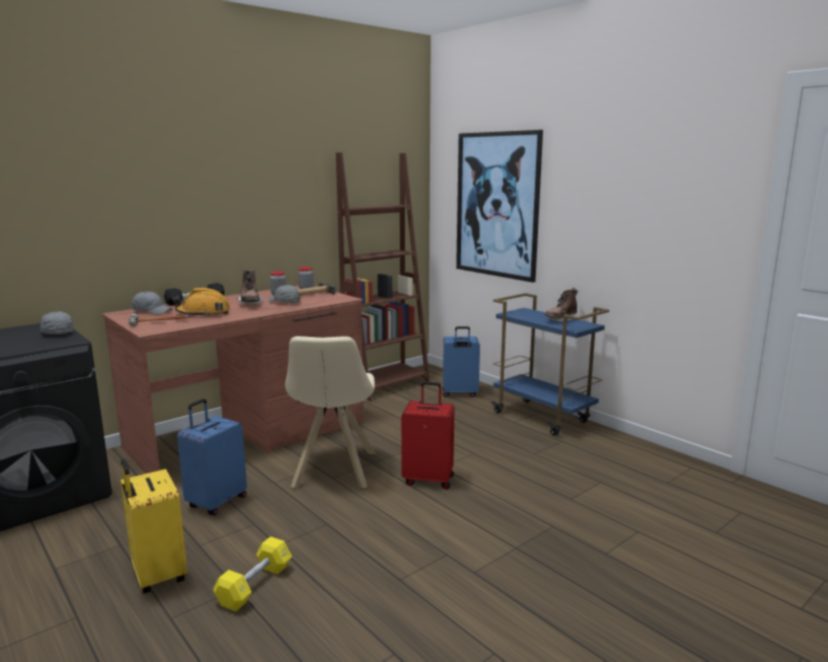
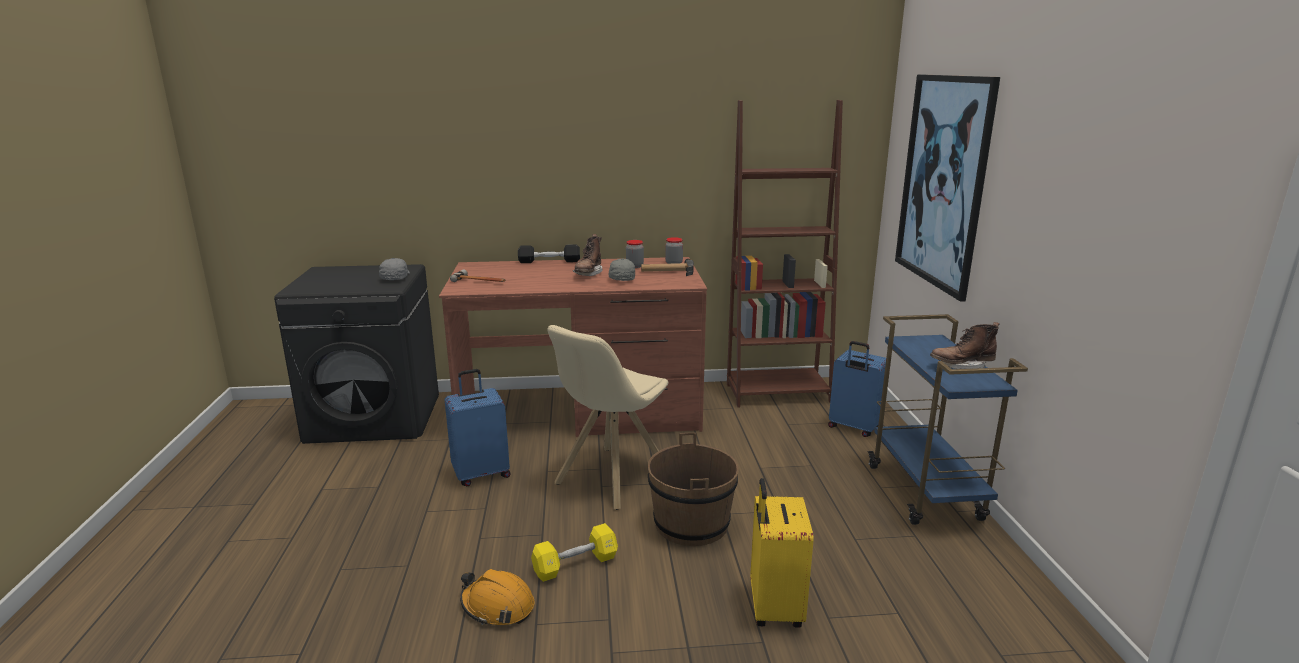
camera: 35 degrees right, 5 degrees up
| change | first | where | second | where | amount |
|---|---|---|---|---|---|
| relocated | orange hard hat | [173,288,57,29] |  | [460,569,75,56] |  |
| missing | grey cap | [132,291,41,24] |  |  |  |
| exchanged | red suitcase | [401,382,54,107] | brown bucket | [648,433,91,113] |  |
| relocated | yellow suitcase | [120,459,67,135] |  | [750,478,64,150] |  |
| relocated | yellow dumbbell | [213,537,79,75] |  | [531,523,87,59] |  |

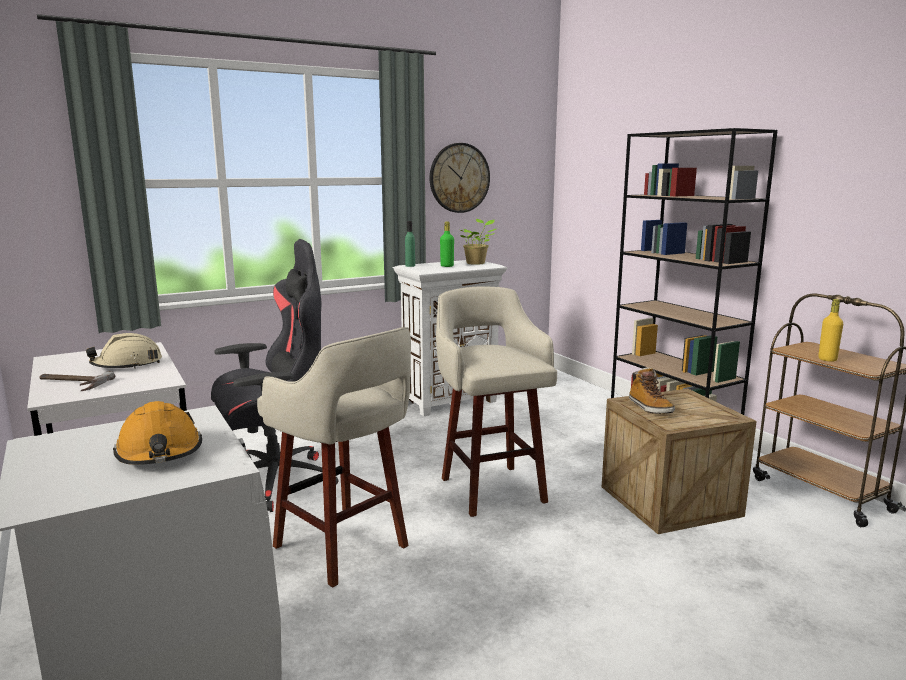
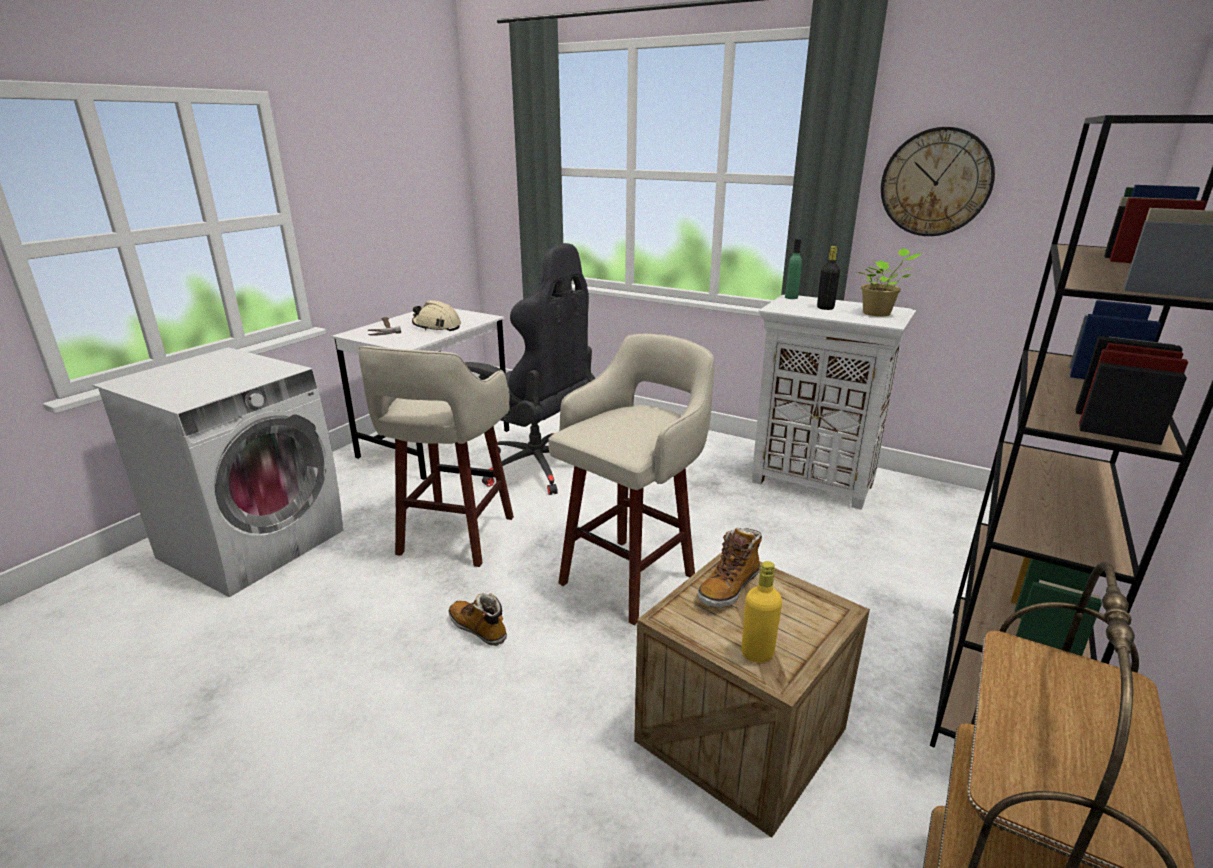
camera: 60 degrees right, 10 degrees up
| change | first | where | second | where | amount |
|---|---|---|---|---|---|
| colour | green bottle | [440,222,14,45] | black bottle | [817,246,23,64] |  |
| relocated | yellow bottle | [818,299,25,63] |  | [741,561,41,102] |  |
| missing | orange hard hat | [113,401,89,64] |  |  |  |
| appeared |  |  | boot | [449,593,58,53] |  |

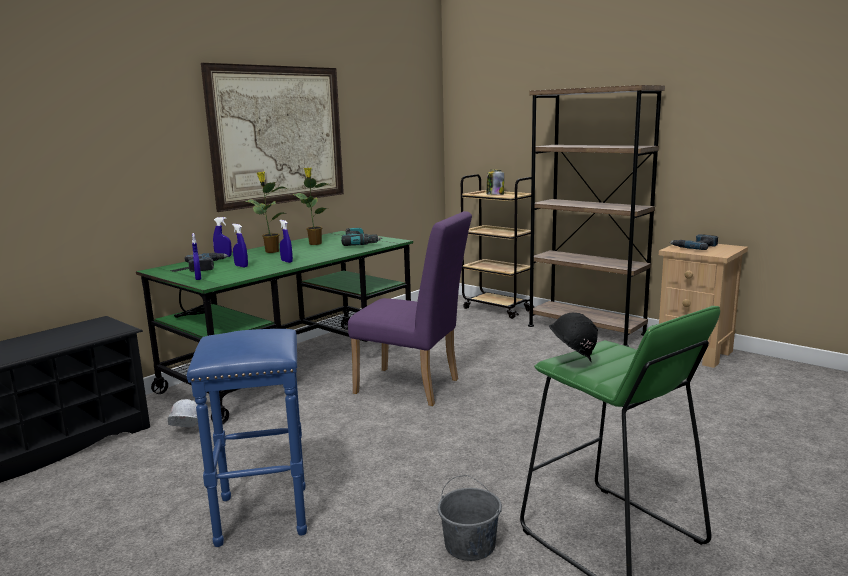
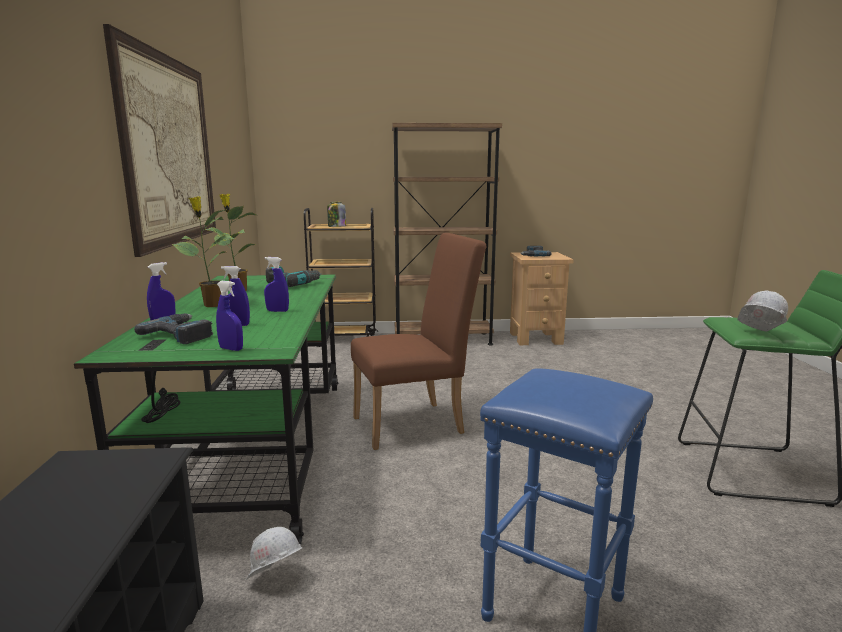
camera: 45 degrees left, 0 degrees up
| change | first | where | second | where | amount |
|---|---|---|---|---|---|
| colour | purple chair | [348,211,124,195] | brown chair | [351,233,136,217] |  |
| colour | black hard hat | [549,313,49,51] | white hard hat | [737,291,51,41] |  |
| missing | grey bucket | [438,475,64,86] |  |  |  |

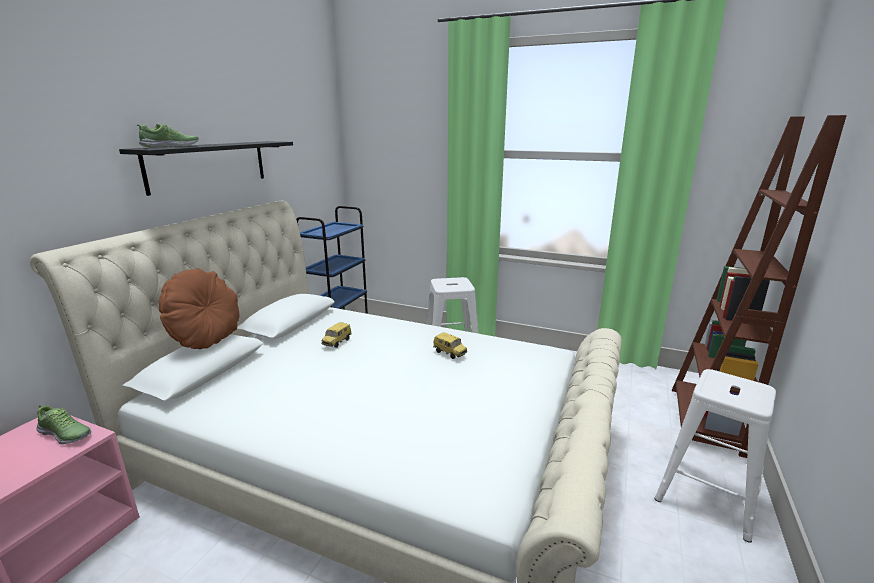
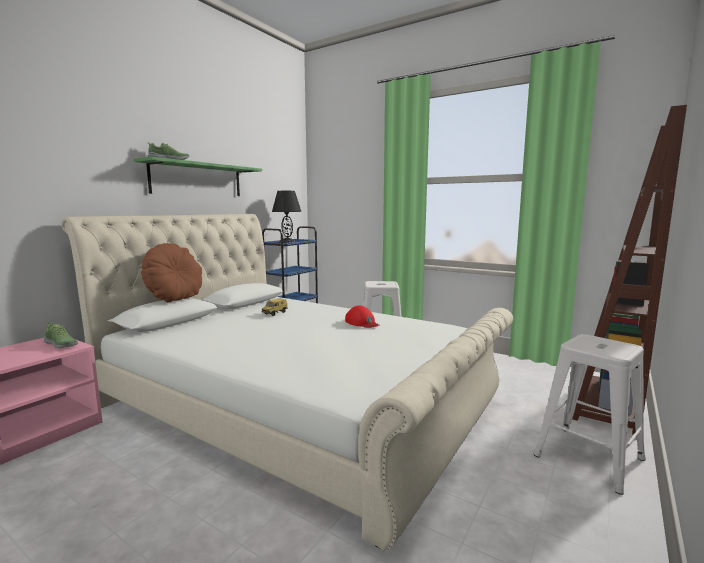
camera: 10 degrees right, 10 degrees down
| change | first | where | second | where | amount |
|---|---|---|---|---|---|
| colour | black shelf | [119,141,174,55] | green shelf | [134,157,128,39] |  |
| exchanged | toy car | [433,332,34,27] | red cap | [345,305,34,23] |  |
| appeared |  |  | black table lamp | [272,191,30,52] |  |

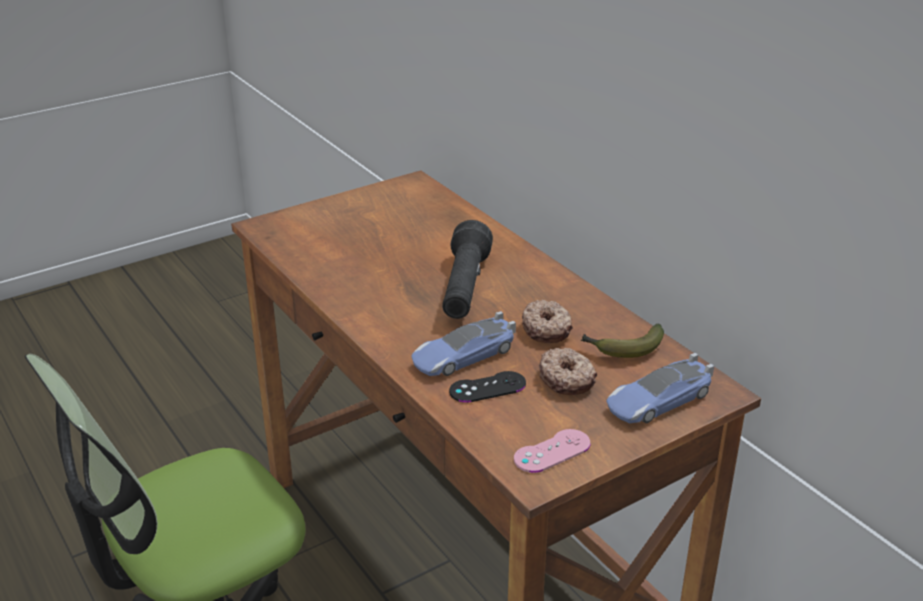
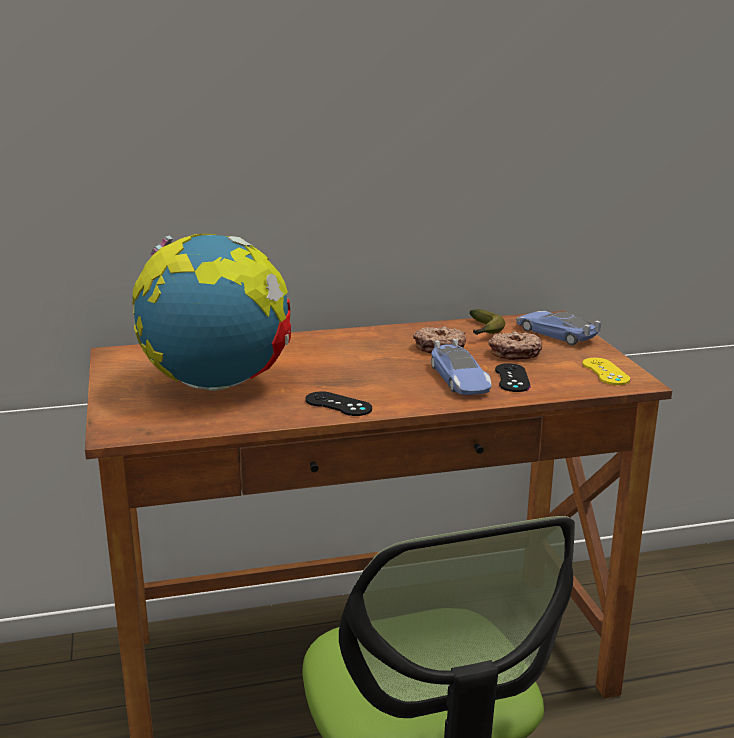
camera: 70 degrees left, 10 degrees down
| change | first | where | second | where | amount |
|---|---|---|---|---|---|
| missing | black flashlight | [442,220,51,99] |  |  |  |
| spun | toy car | [606,353,108,70] |  | [516,311,85,34] | 150 degrees clockwise |
| colour | pink game controller | [514,429,77,44] | yellow game controller | [583,358,47,27] |  |
| appeared |  |  | globe | [132,234,159,157] |  |
| appeared |  |  | black game controller | [305,391,67,25] |  |

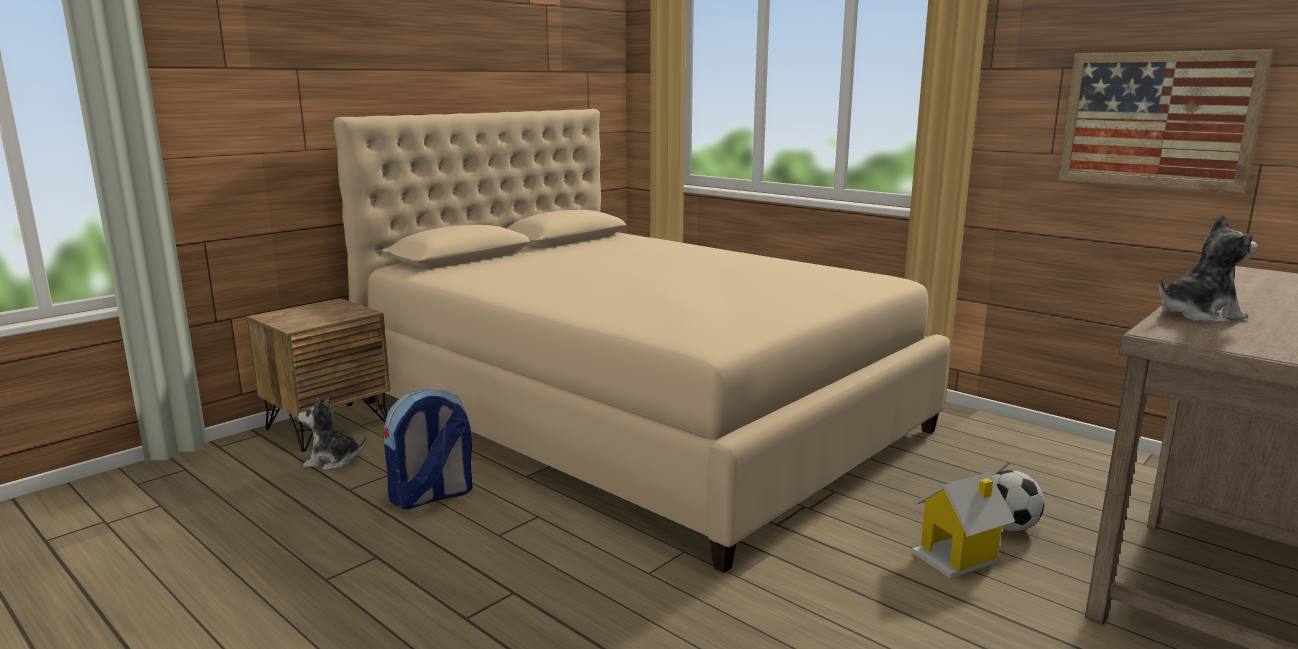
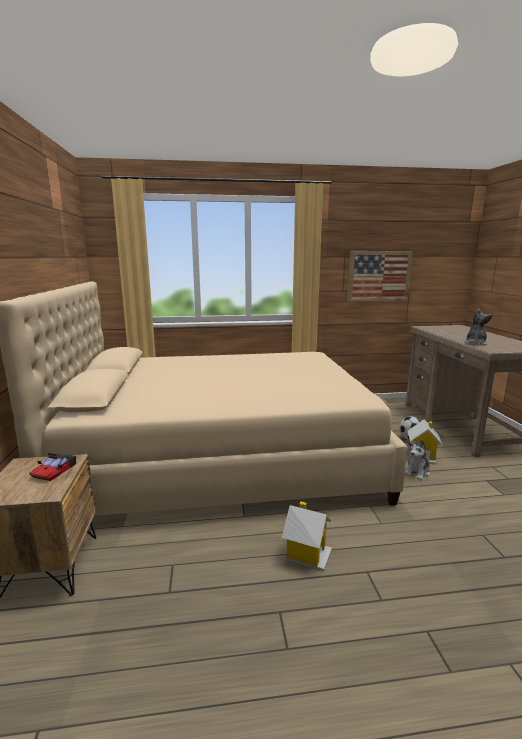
camera: 50 degrees left, 0 degrees up
| change | first | where | second | where | amount |
|---|---|---|---|---|---|
| missing | backpack | [383,389,89,120] |  |  |  |
| relocated | plush toy | [298,398,69,72] |  | [405,440,26,40] |  |
| appeared |  |  | toy car | [29,453,47,28] |  |
| appeared |  |  | toy house | [282,502,50,70] |  |

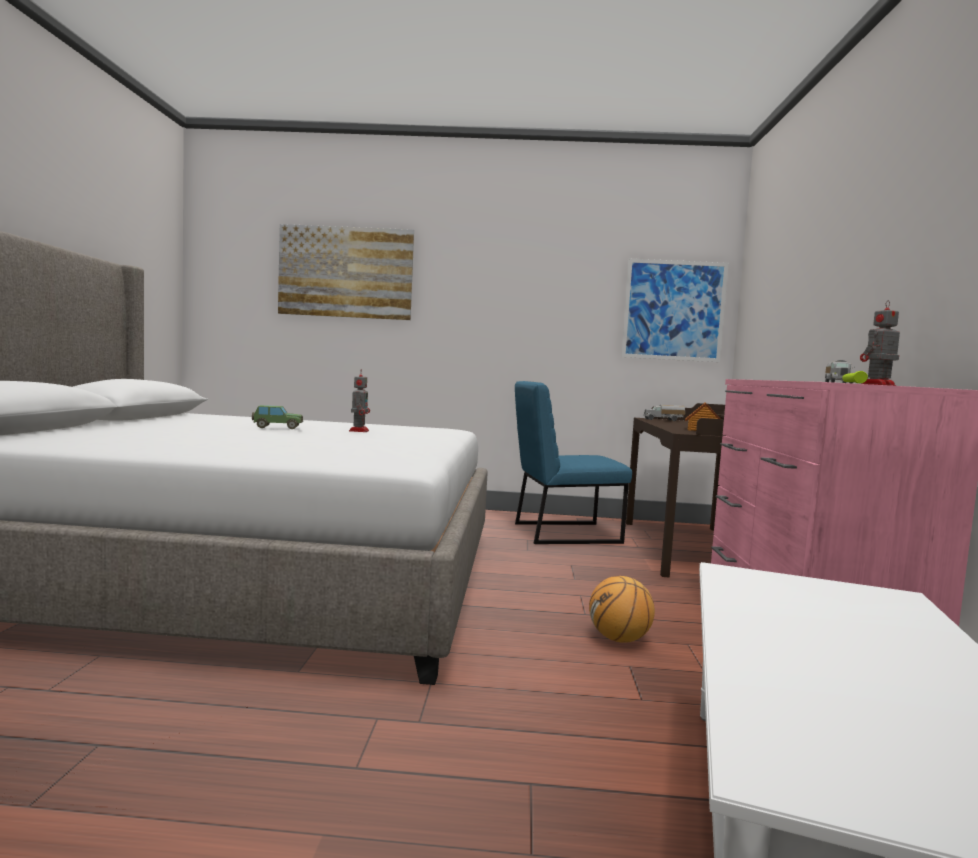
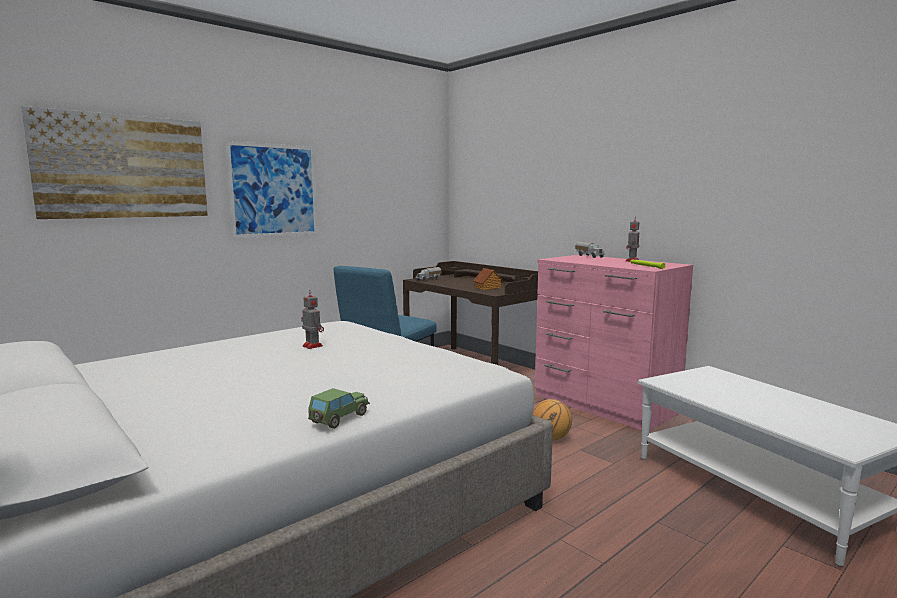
camera: 45 degrees left, 5 degrees up
| change | first | where | second | where | amount |
|---|---|---|---|---|---|
| relocated | picture | [621,259,108,103] |  | [225,141,93,97] |  |
| relocated | toy car | [252,405,51,24] |  | [308,388,62,41] |  |

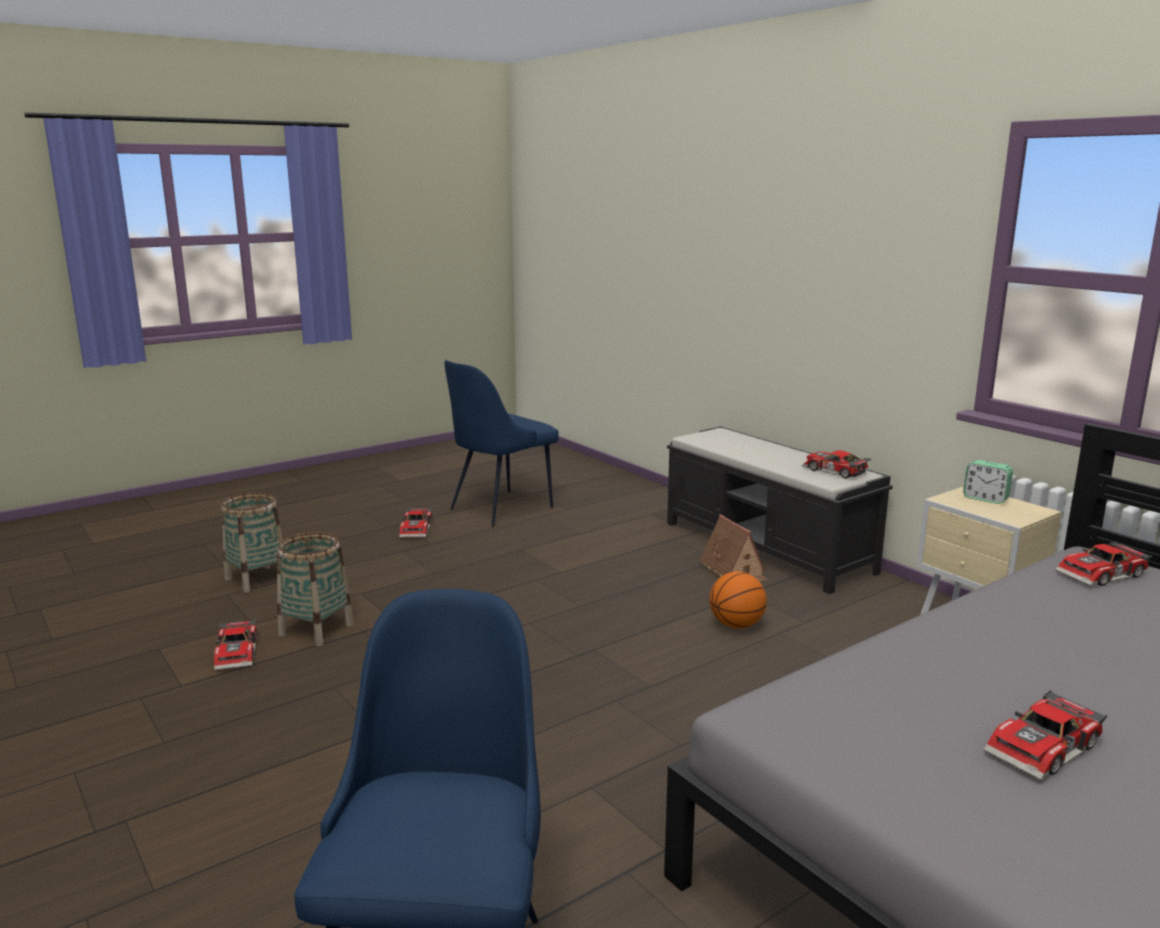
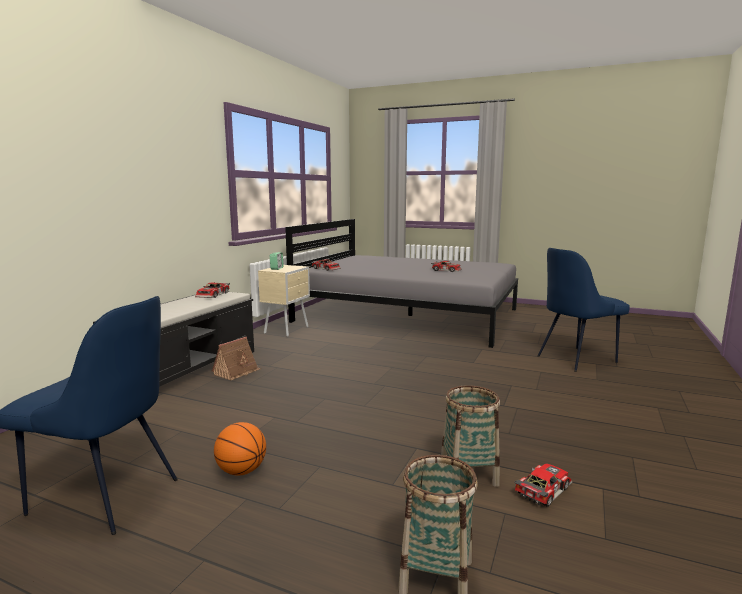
camera: 120 degrees left, 5 degrees down
| change | first | where | second | where | amount |
|---|---|---|---|---|---|
| missing | toy car | [399,508,33,30] |  |  |  |
| relocated | basketball | [709,572,58,57] |  | [214,422,52,53] |  |

